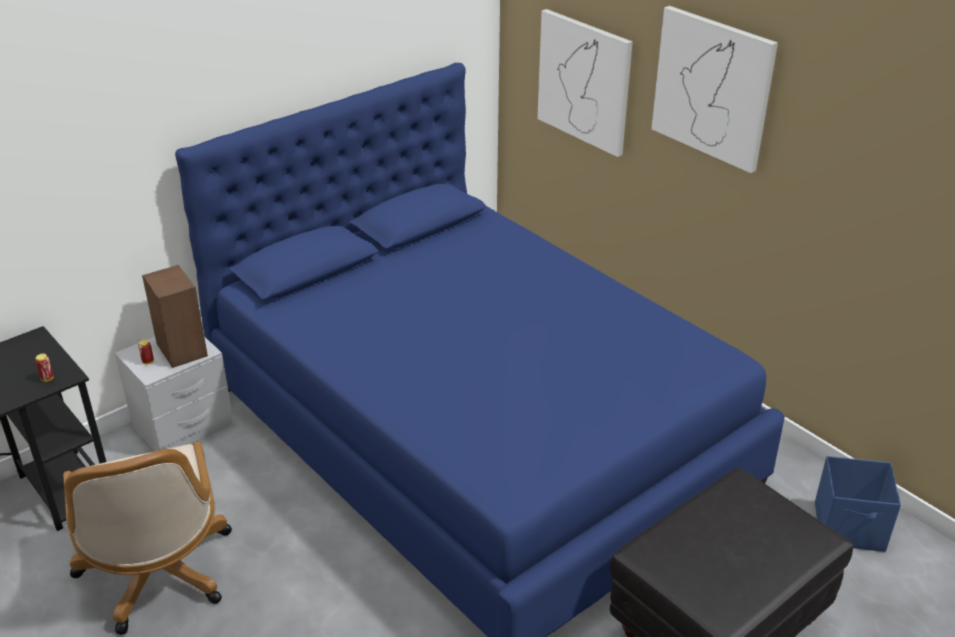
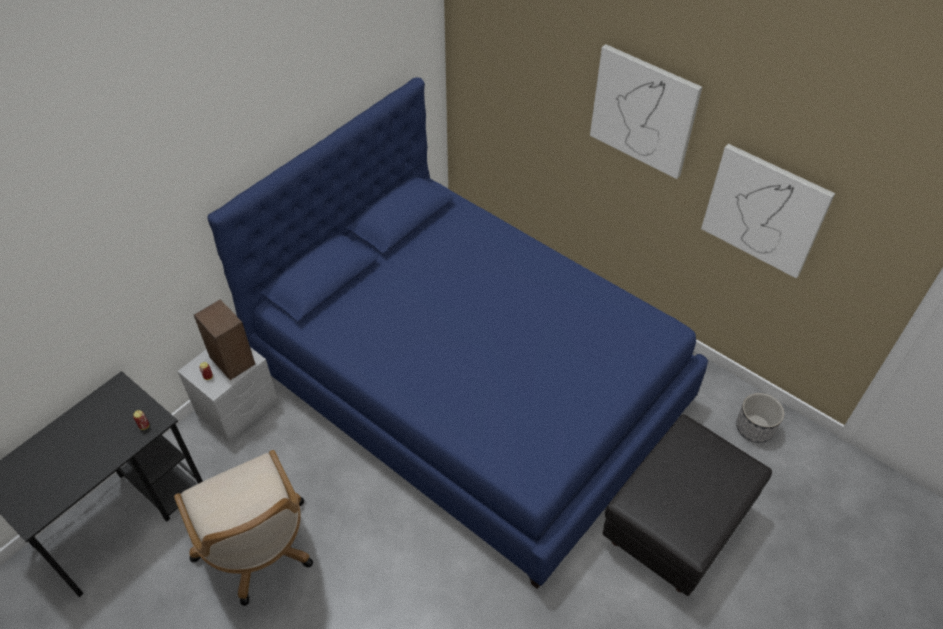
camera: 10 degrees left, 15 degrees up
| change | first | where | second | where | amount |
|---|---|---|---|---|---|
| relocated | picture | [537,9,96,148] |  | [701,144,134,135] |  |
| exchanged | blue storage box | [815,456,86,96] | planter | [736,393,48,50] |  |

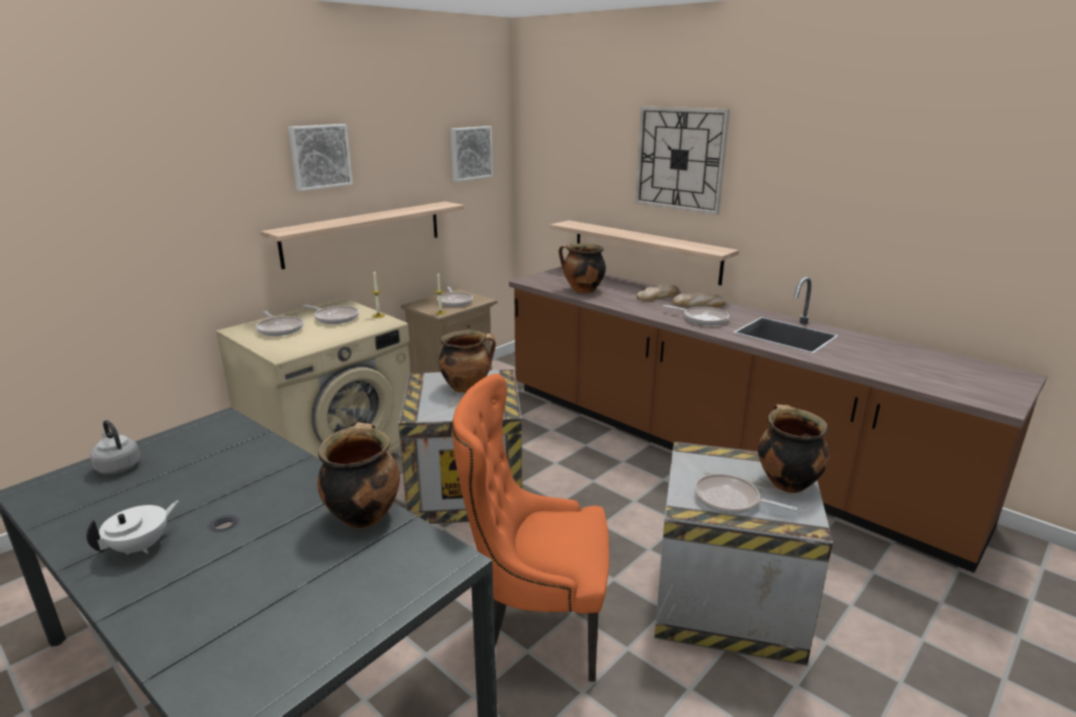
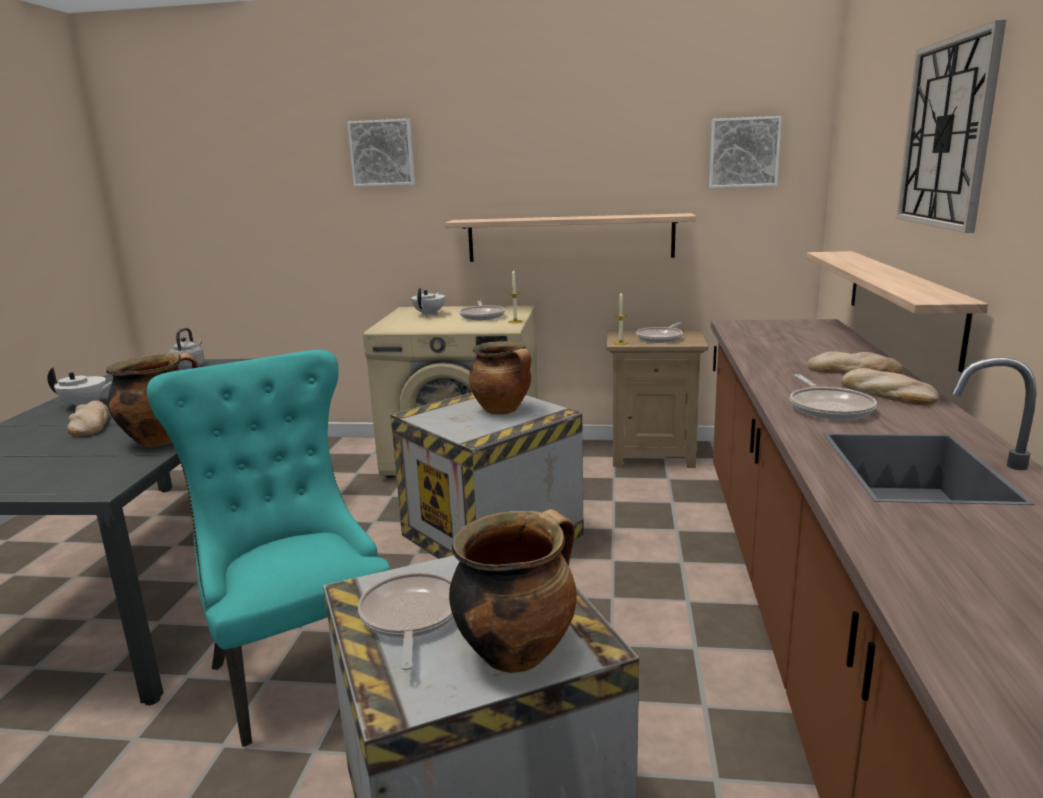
camera: 55 degrees right, 5 degrees down
| change | first | where | second | where | amount |
|---|---|---|---|---|---|
| relocated | picture | [288,124,65,67] |  | [347,119,68,68] |  |
| missing | cooking pot | [559,243,47,50] |  |  |  |
| exchanged | frying pan | [256,311,48,25] | white teapot | [411,288,34,28] |  |
| colour | orange chair | [452,374,157,308] | turquoise chair | [147,350,244,397] |  |
| appeared |  |  | bread | [67,400,43,37] |  |

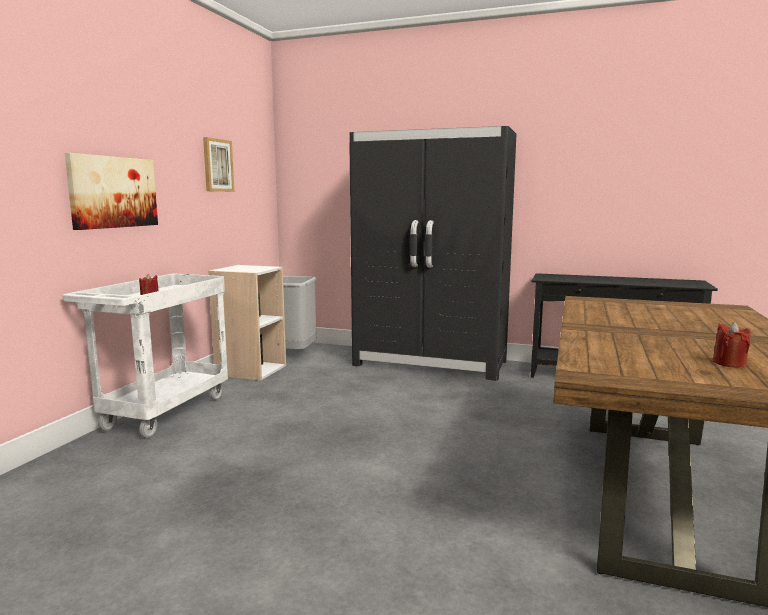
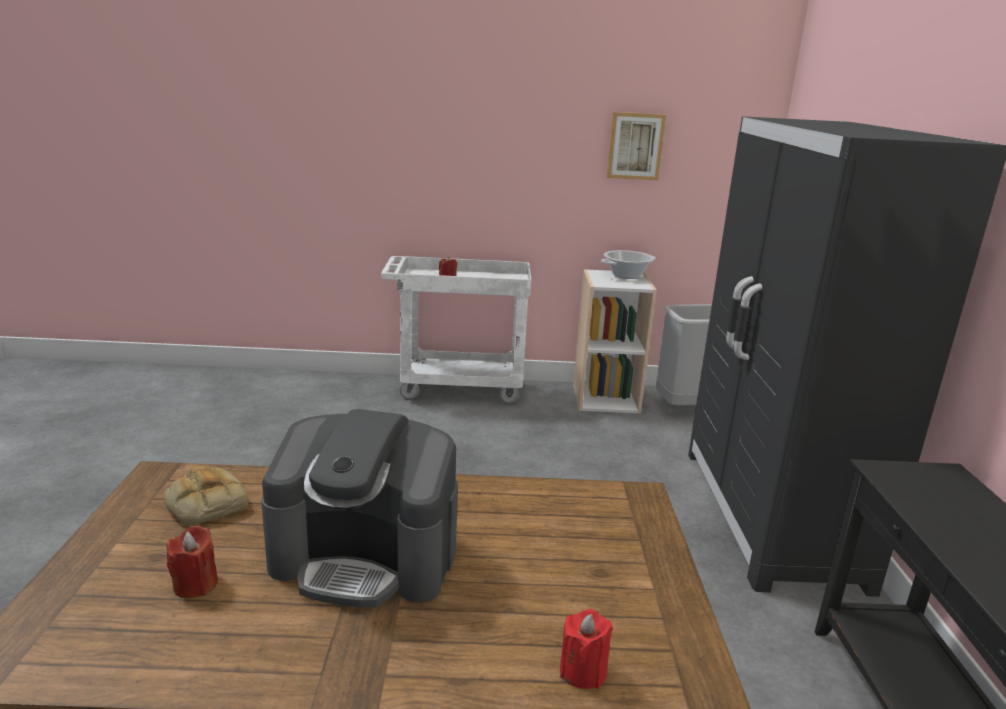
camera: 70 degrees right, 10 degrees up
| change | first | where | second | where | amount |
|---|---|---|---|---|---|
| missing | picture | [65,153,93,77] |  |  |  |
| appeared |  |  | cooking pot | [601,250,55,29] |  |
| appeared |  |  | coffee machine | [261,409,197,199] |  |
| appeared |  |  | bread | [164,466,85,60] |  |
| appeared |  |  | red candle | [560,609,53,80] |  |

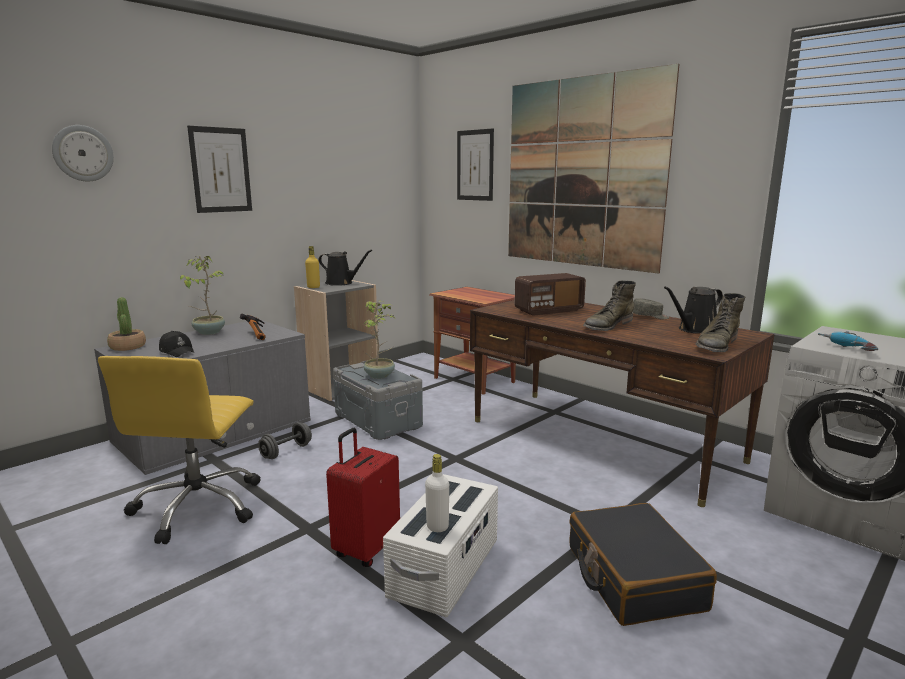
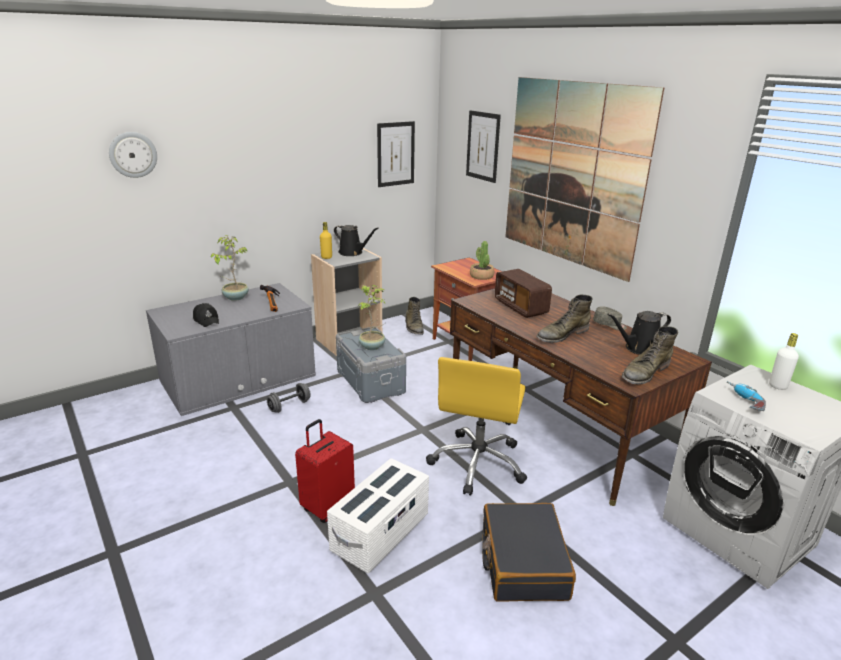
camera: 10 degrees right, 10 degrees up
| change | first | where | second | where | amount |
|---|---|---|---|---|---|
| relocated | picture | [187,126,65,87] |  | [377,121,38,66] |  |
| spun | radio | [514,273,72,43] |  | [495,269,57,49] | 75 degrees clockwise |
| relocated | potted plant | [107,297,39,54] |  | [470,241,24,39] |  |
| relocated | yellow office chair | [98,356,163,188] |  | [426,357,101,138] |  |
| relocated | white bottle | [425,454,24,78] |  | [769,333,30,57] |  |
| appeared |  |  | green boot | [405,297,19,38] |  |

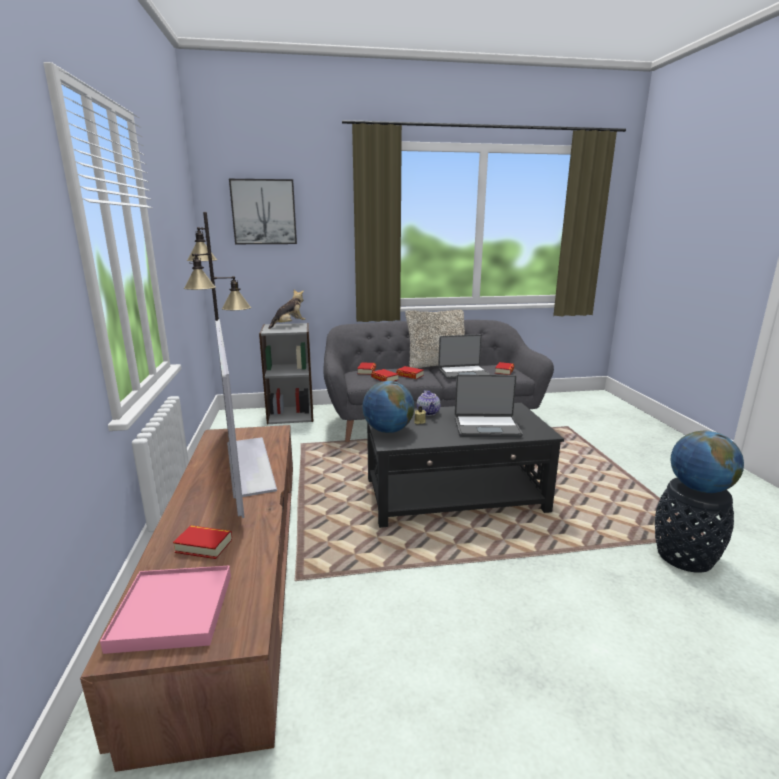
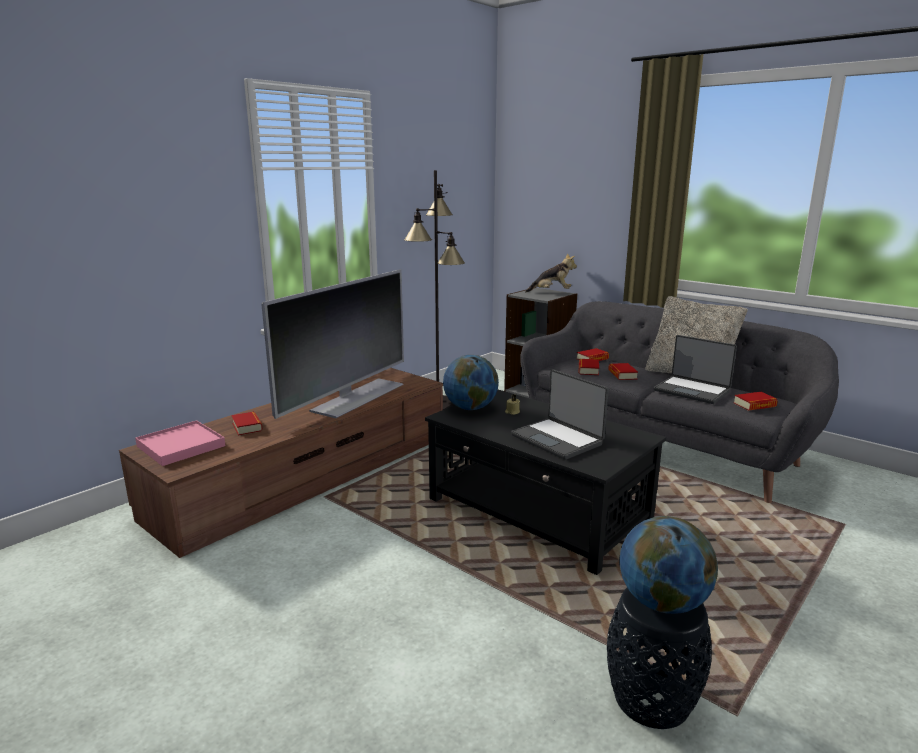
camera: 50 degrees right, 0 degrees up
| change | first | where | second | where | amount |
|---|---|---|---|---|---|
| missing | picture | [229,179,68,65] |  |  |  |
| missing | teapot | [417,390,23,26] |  |  |  |

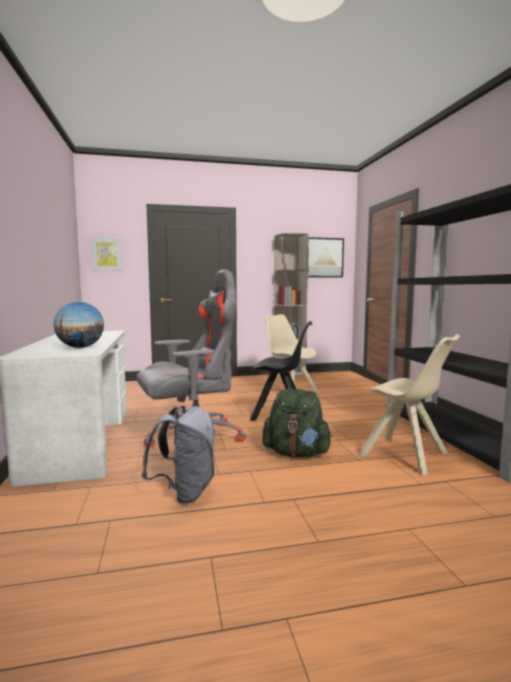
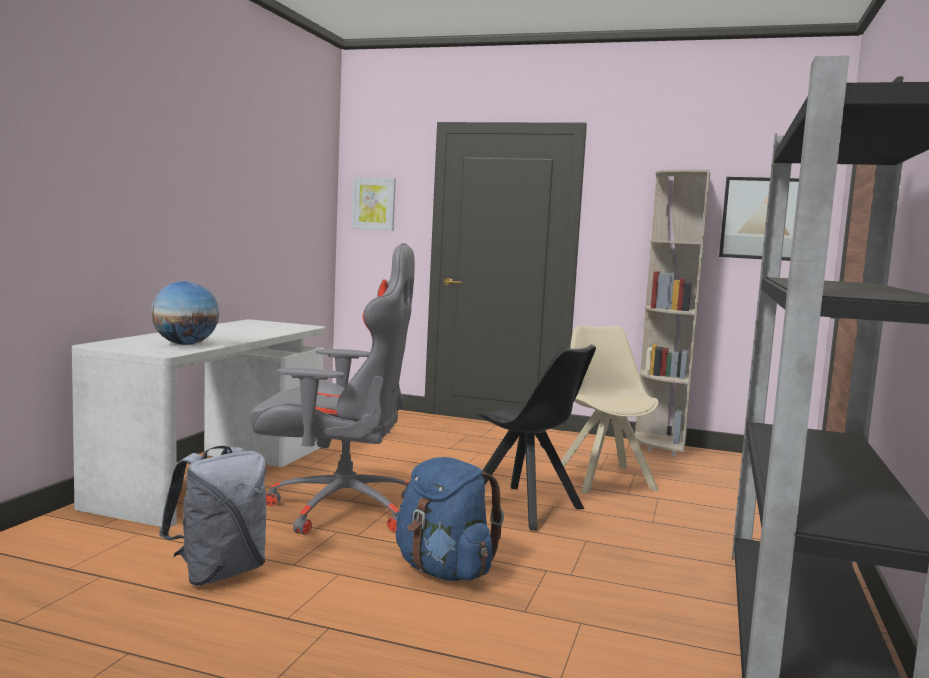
camera: 30 degrees right, 0 degrees up
| change | first | where | second | where | amount |
|---|---|---|---|---|---|
| missing | beige chair | [359,334,101,141] |  |  |  |
| colour | green backpack | [262,389,71,68] | blue backpack | [396,457,108,124] |  |

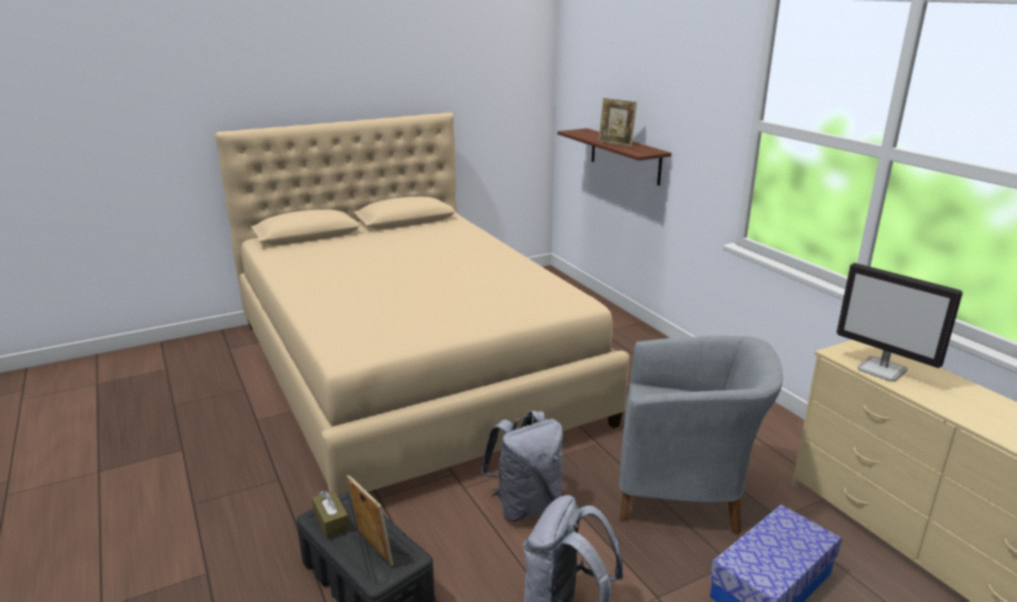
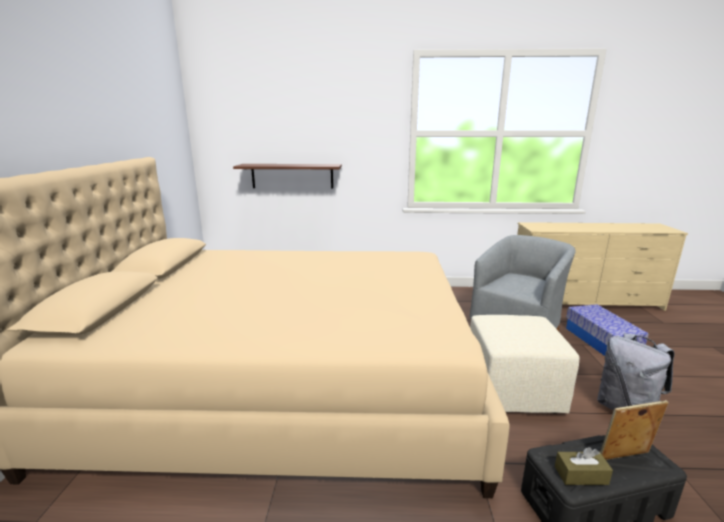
camera: 60 degrees left, 5 degrees down
| change | first | where | second | where | amount |
|---|---|---|---|---|---|
| missing | picture frame | [598,98,39,48] |  |  |  |
| missing | monitor | [836,263,127,119] |  |  |  |
| exchanged | grey backpack | [481,411,82,111] | beige ottoman | [470,315,109,99] |  |

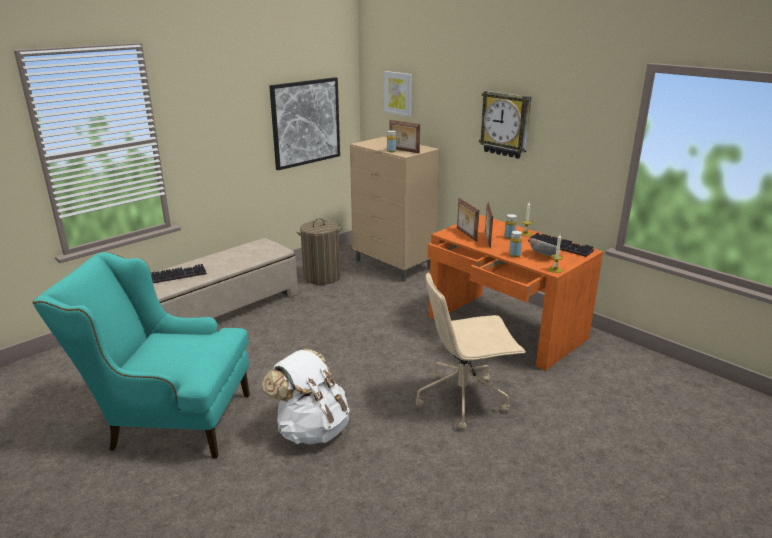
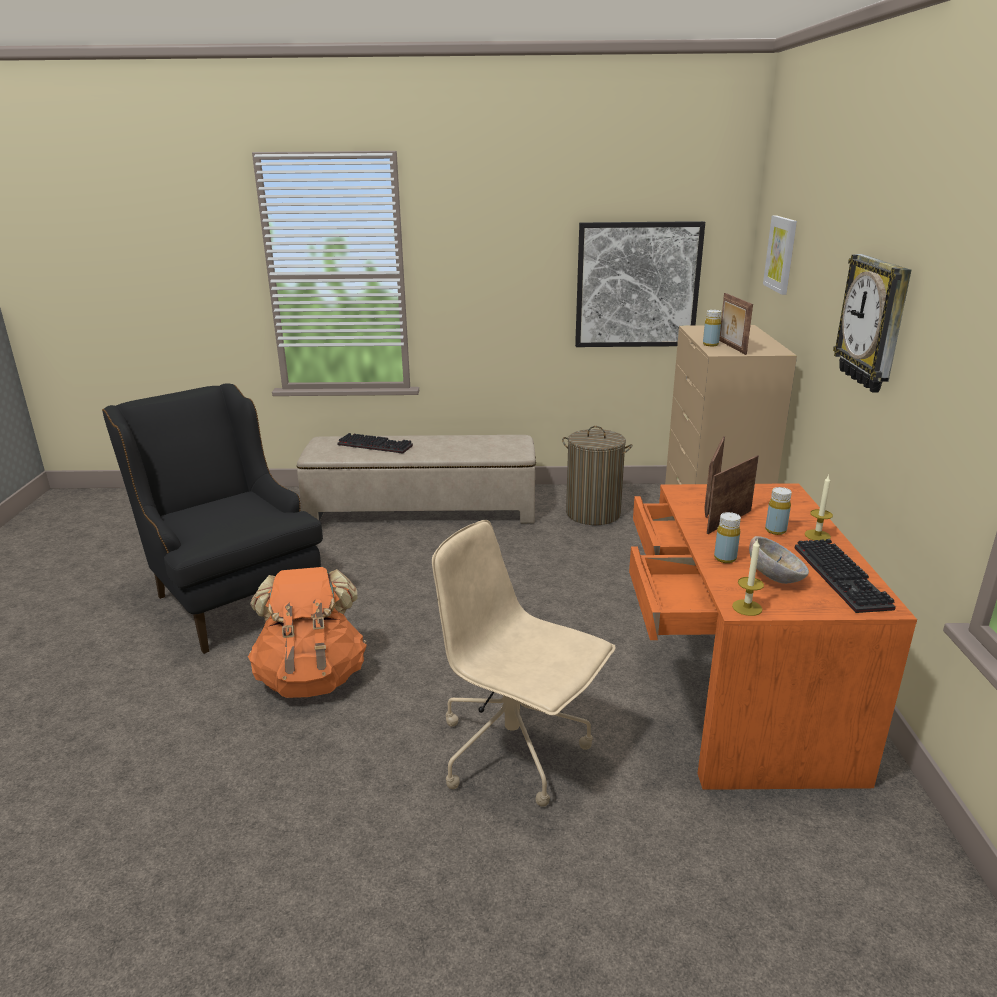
camera: 45 degrees right, 0 degrees up
| change | first | where | second | where | amount |
|---|---|---|---|---|---|
| colour | turquoise armchair | [32,252,218,207] | black armchair | [102,383,221,271] |  |
| colour | white backpack | [262,349,88,96] | orange backpack | [248,567,119,131] |  |

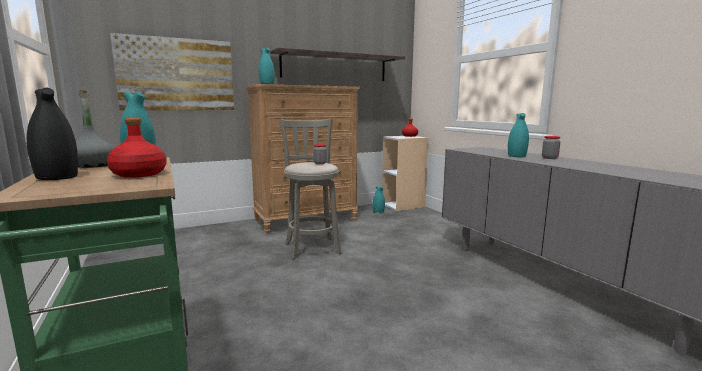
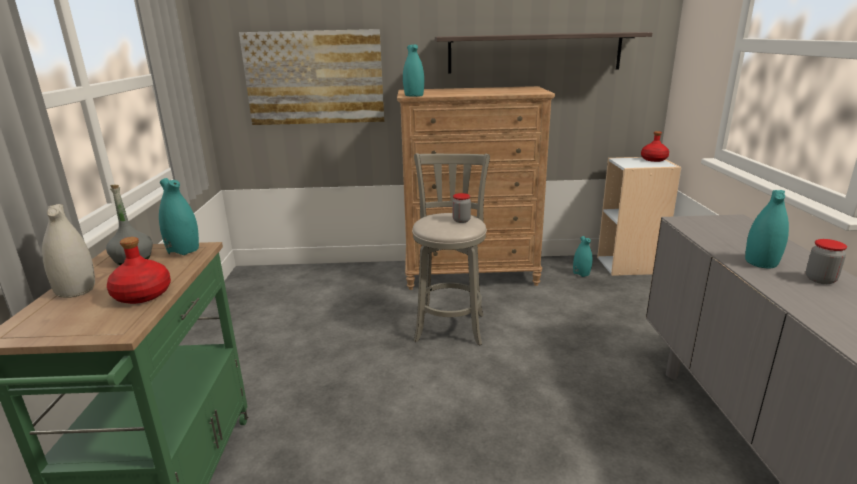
camera: 25 degrees right, 10 degrees up
| change | first | where | second | where | amount |
|---|---|---|---|---|---|
| colour | black vase | [27,87,51,93] | white vase | [42,204,53,94] |  |

